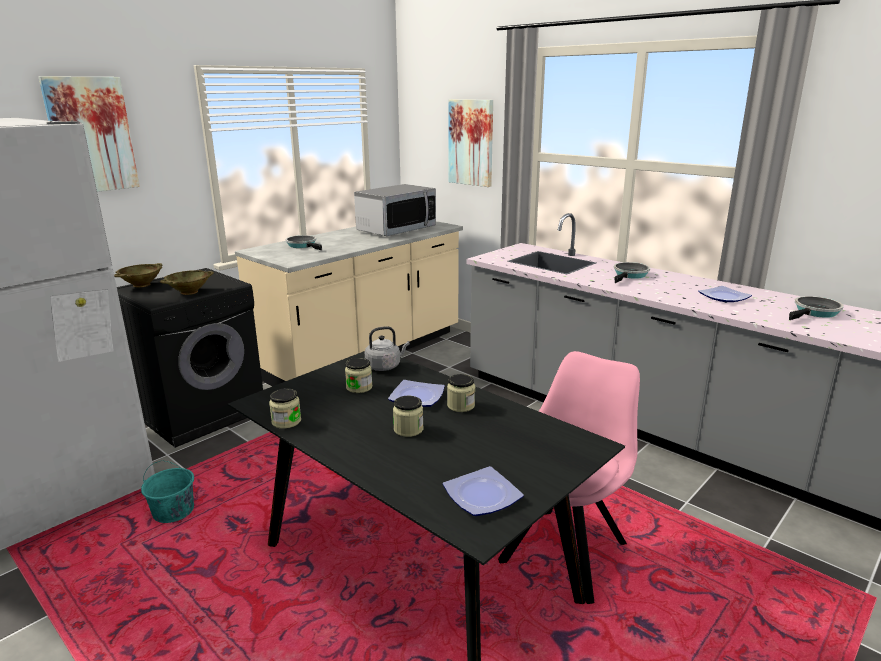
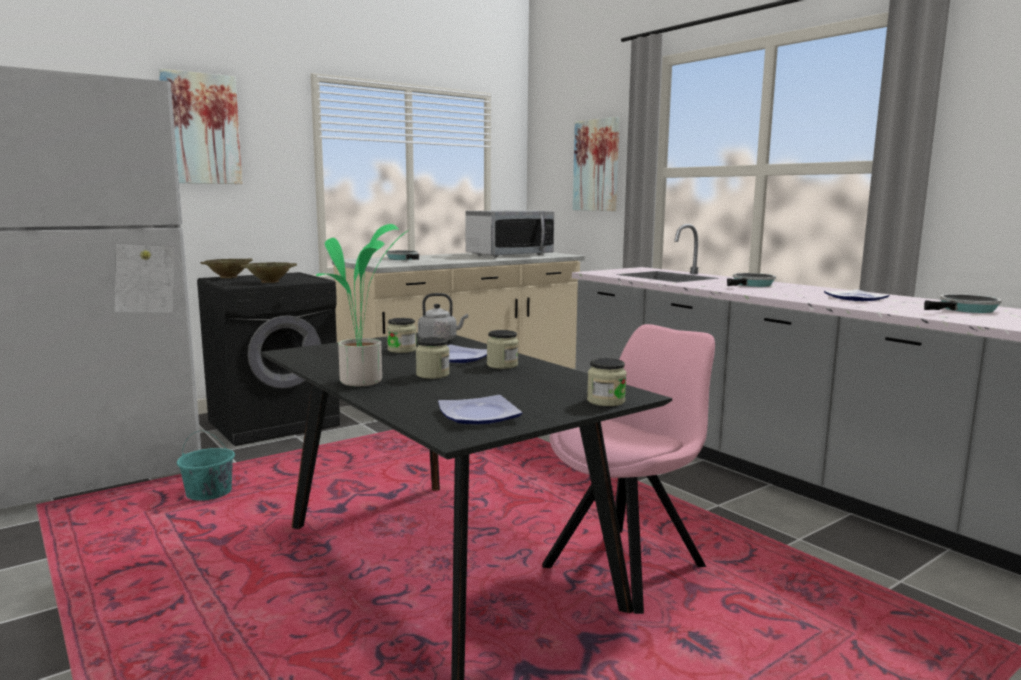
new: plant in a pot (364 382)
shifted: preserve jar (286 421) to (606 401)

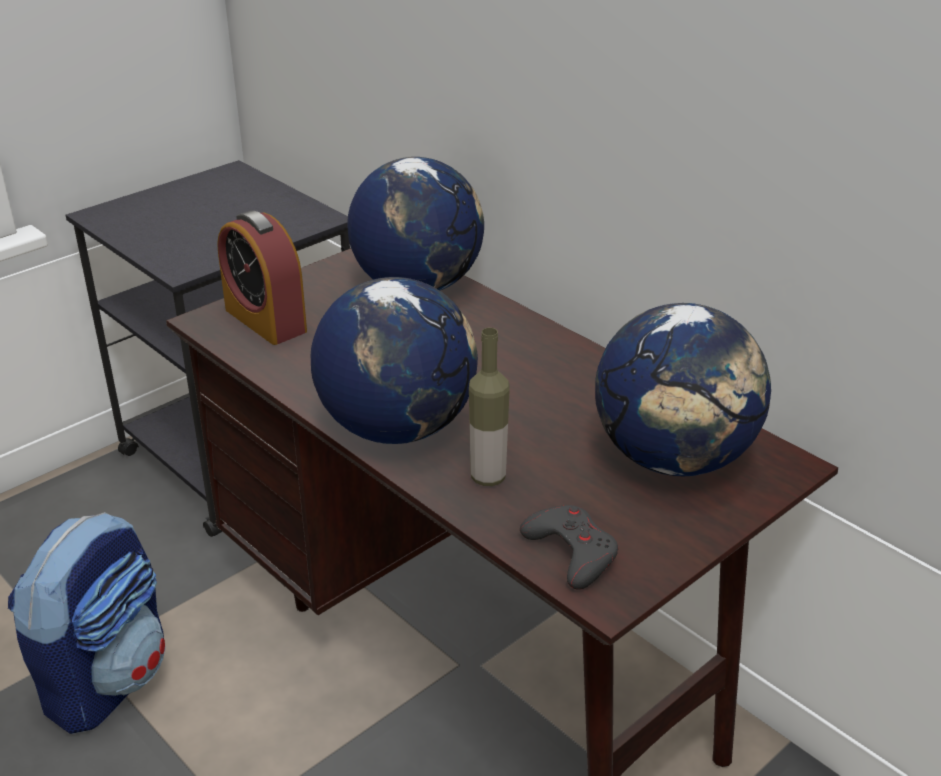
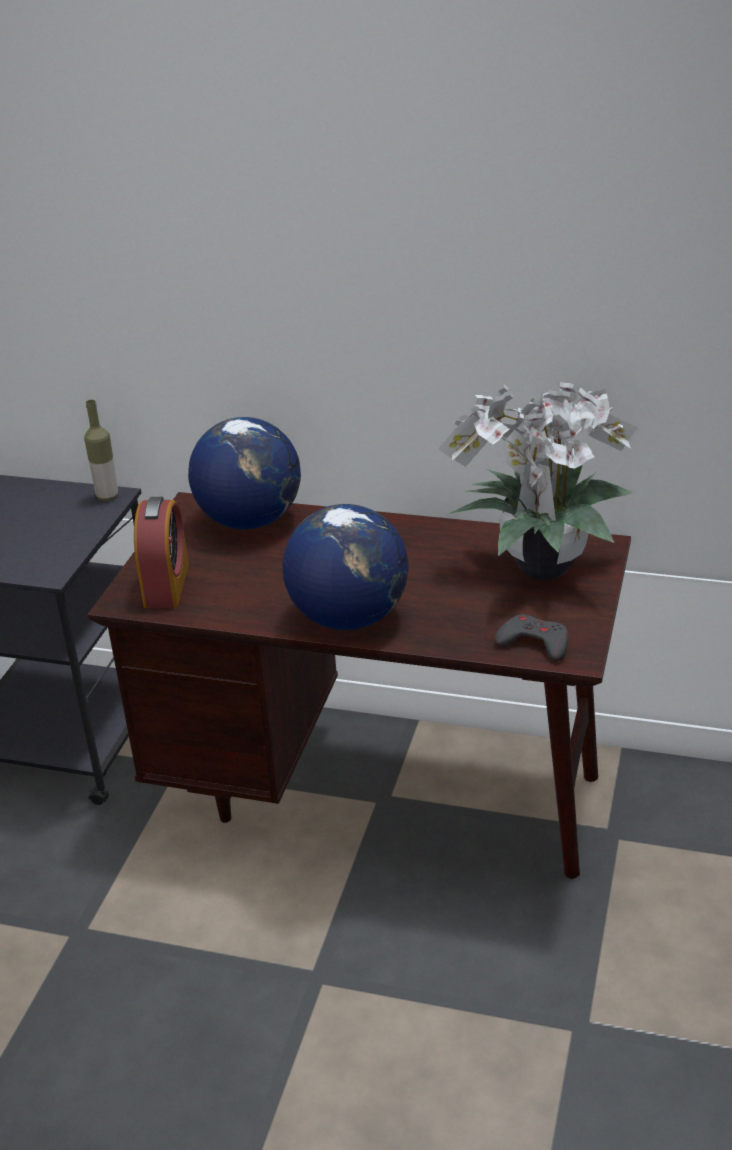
gone: knapsack (107 679)
shifted: beverage bottle (488 477) to (107 496)
swapped: world globe (674 459) to plant in a pot (537 567)
rotated: table clock (265 320) = (166 585) 105 degrees counterclockwise

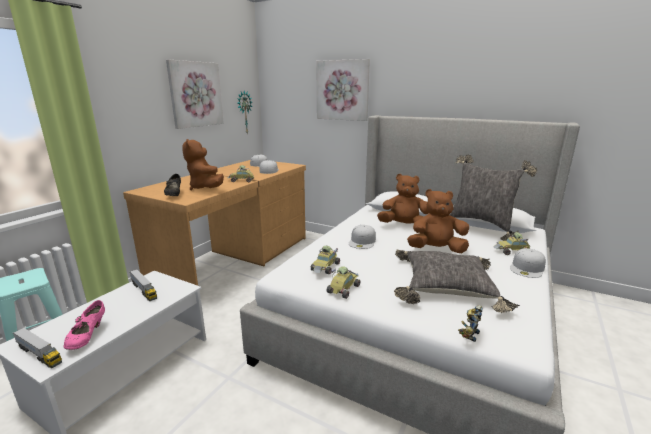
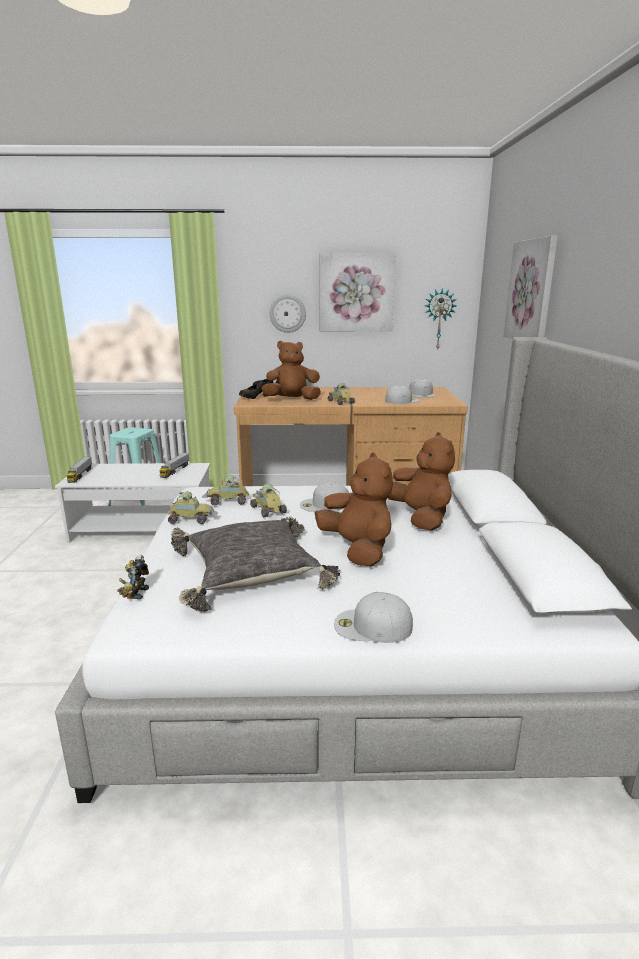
gone: throw pillow (480 231); pink-coloured item of footwear (88 337)
new: hanging clock (287 313)
shifted: model car (512 251) to (267 509)
rotated: brownish soft toy (206 188) = (292 400) 45 degrees clockwise; model robot (469 334) = (135 593) 90 degrees counterclockwise

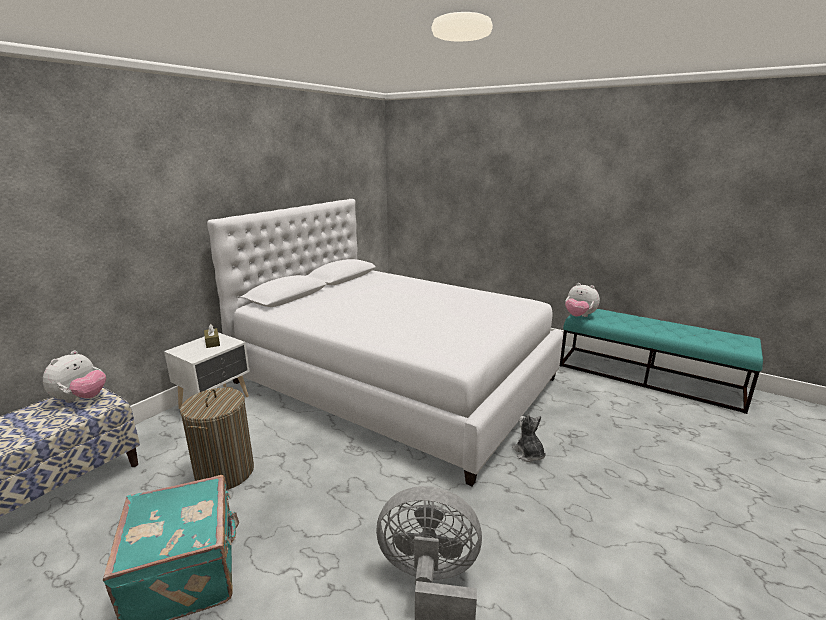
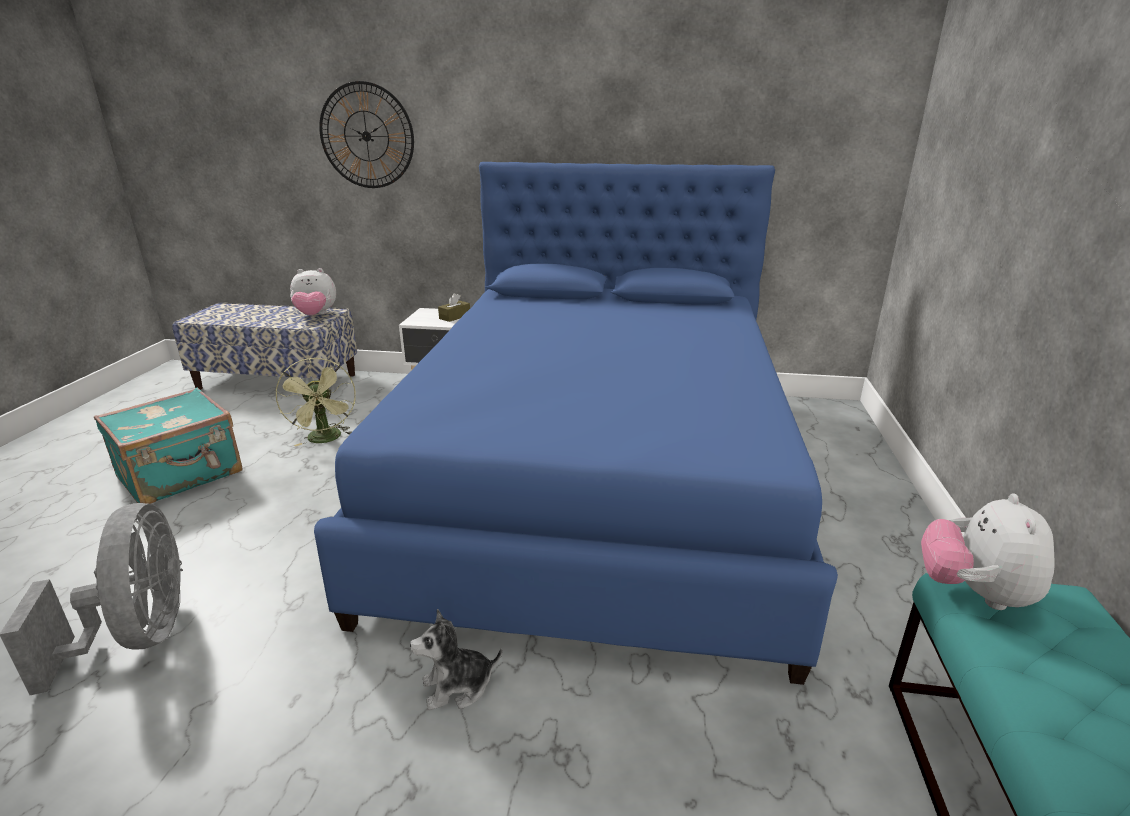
new: hanging clock (366 136)
swapped: hamper (225 472) to greenish fan (326 439)
repainted: white-coloured bed (394 380) to bluish bed (597 480)
rotated: soft toy (528 454) = (457 687) 150 degrees counterclockwise

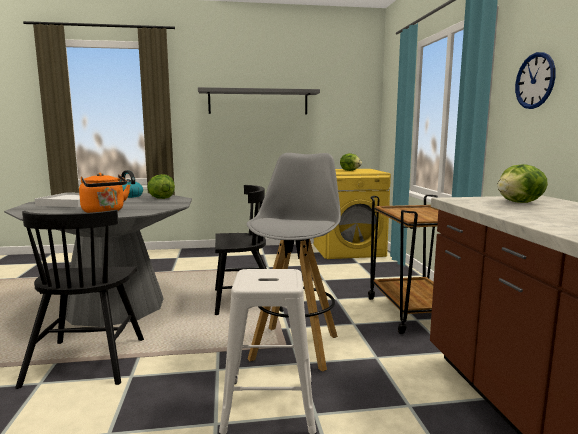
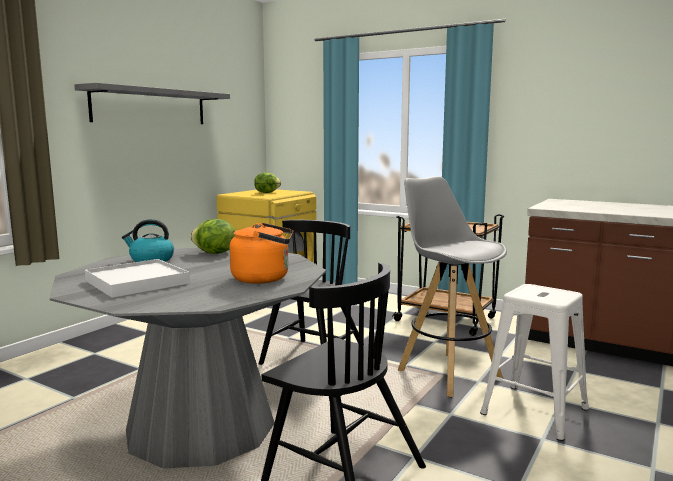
gone: hanging clock (535 81); lettuce (520 203)

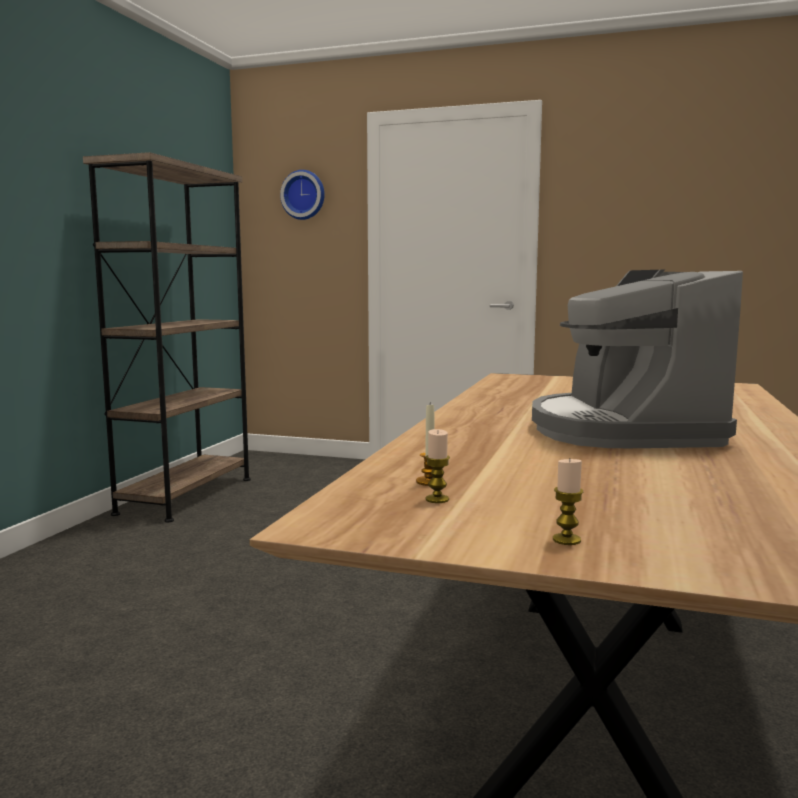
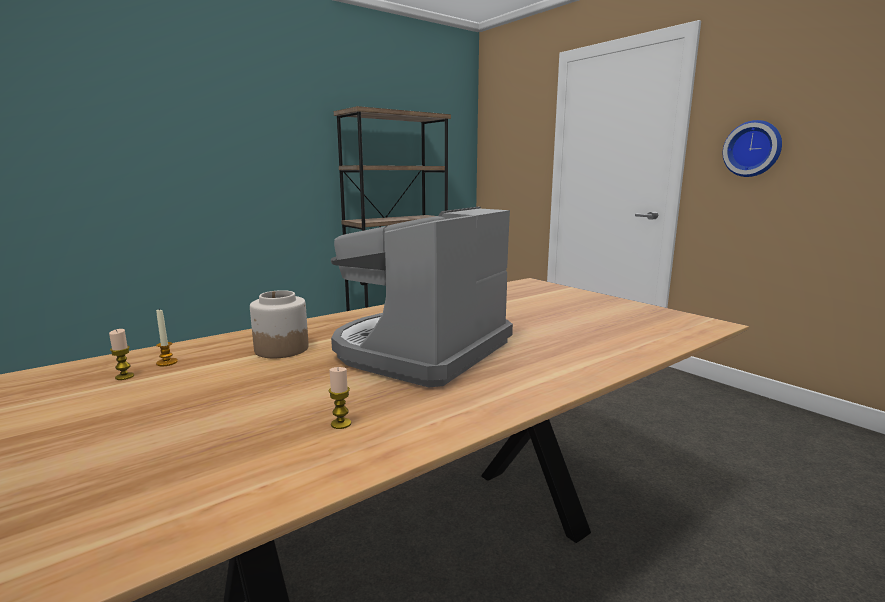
new: preserve jar (281 349)
shifted: hanging clock (304 195) to (753 149); wax candle (566 540) to (341 424)

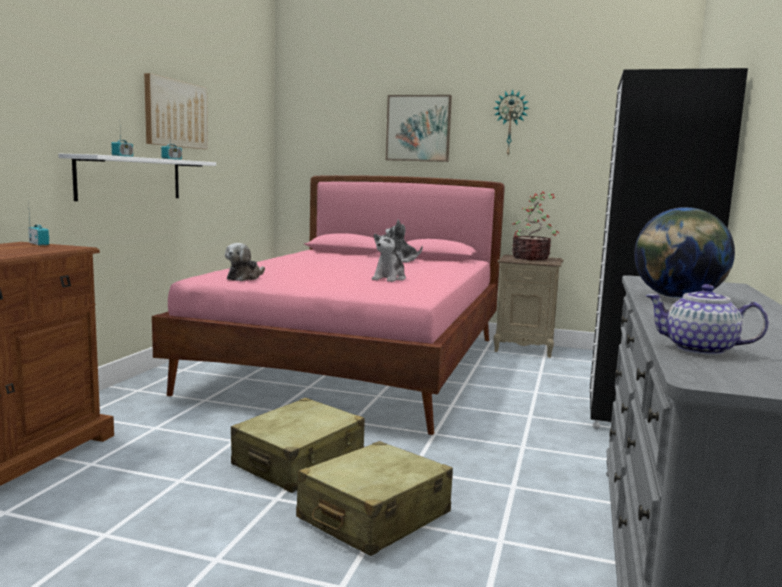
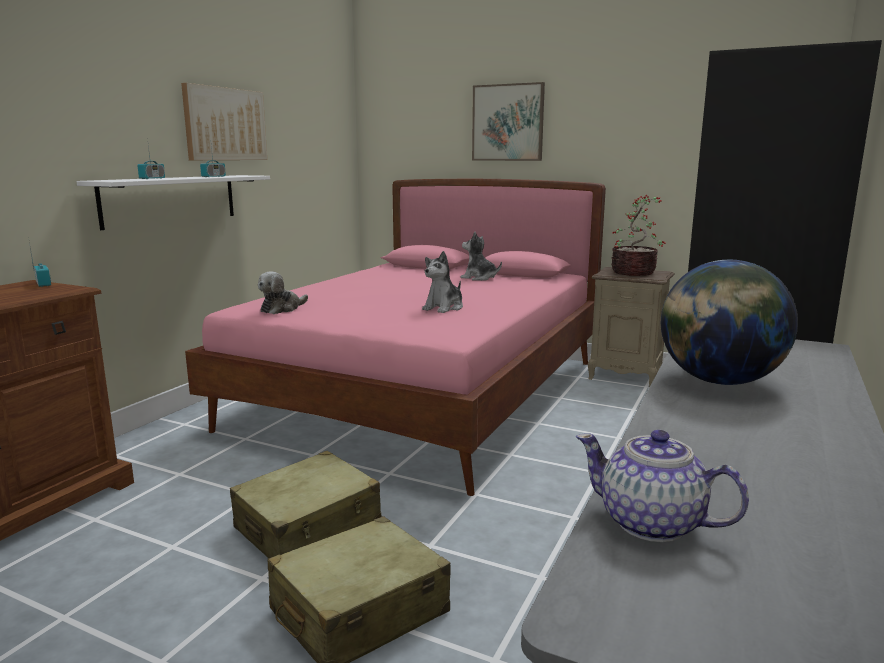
gone: hanging clock (510 123)

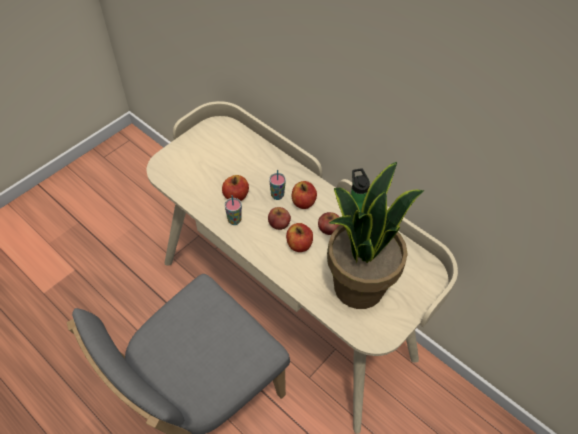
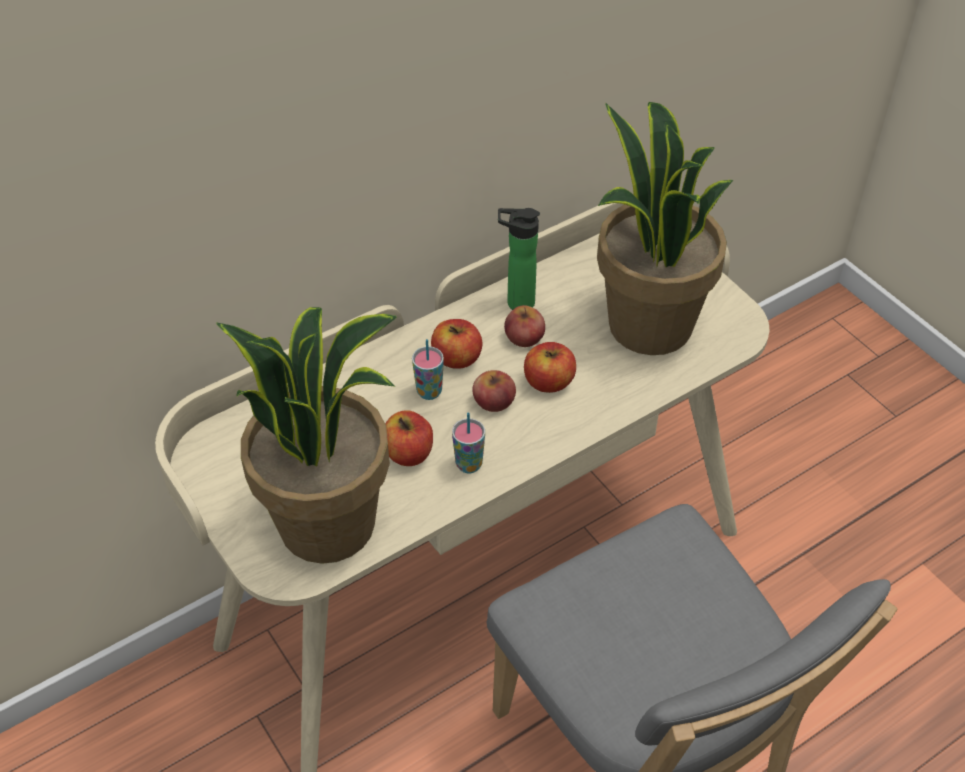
new: plant in a pot (328 522)

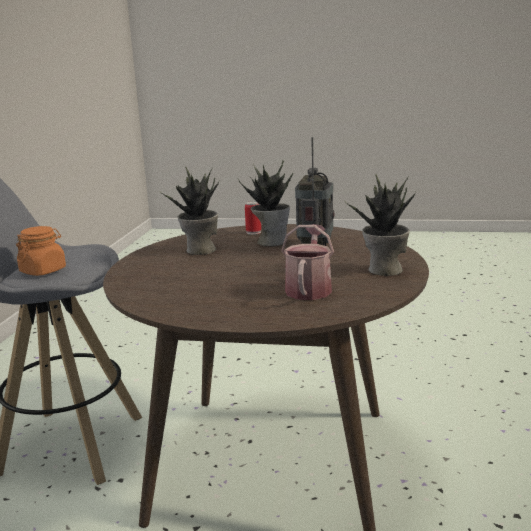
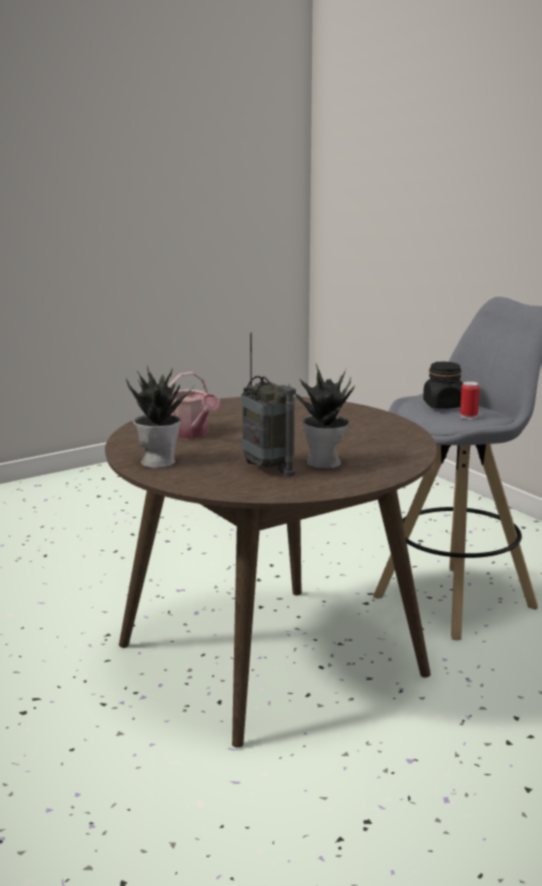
gone: plant in a pot (200 250)
shifted: sealed can (253 232) to (468 416)
repainted: orangey preserve jar (43 271) to black preserve jar (443 405)

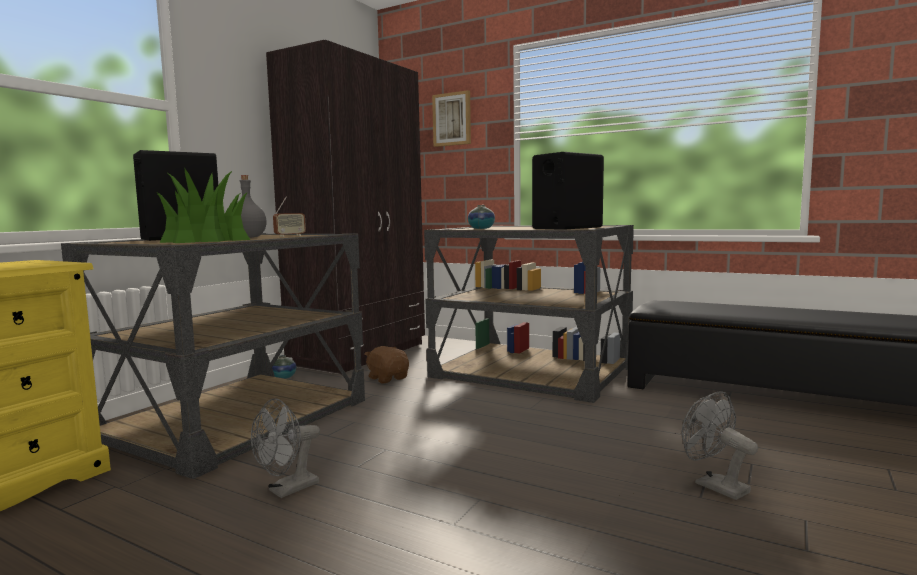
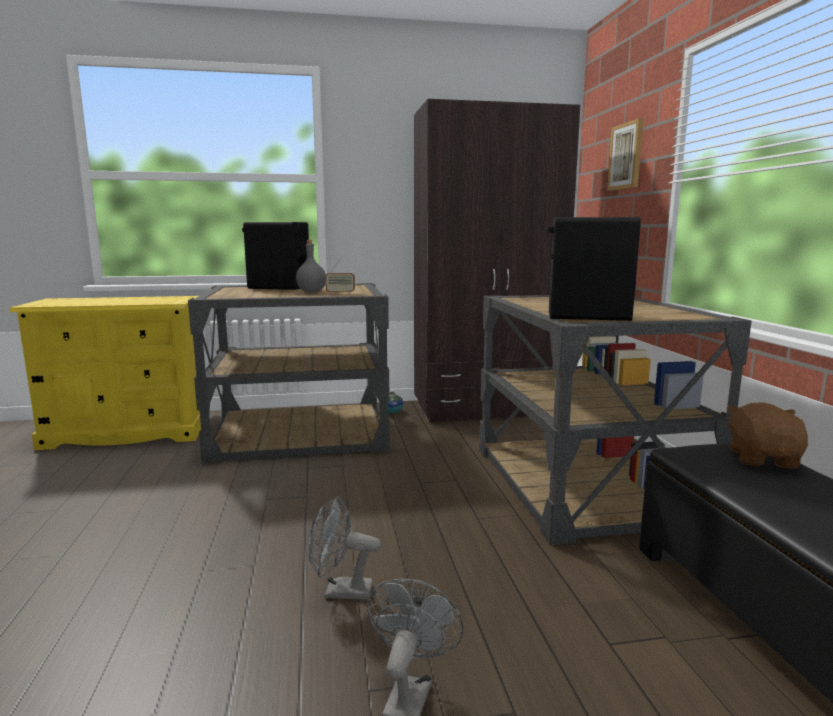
gone: plant in a pot (204 240); flower vase (481 228)
shifted: brownish soft toy (388 378) to (763 459); greyish fan (287 490) to (340 592)

